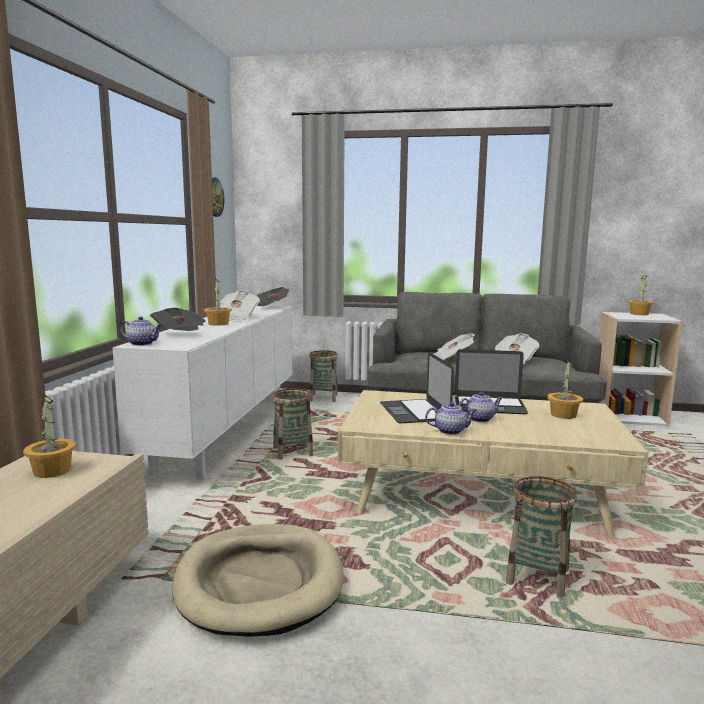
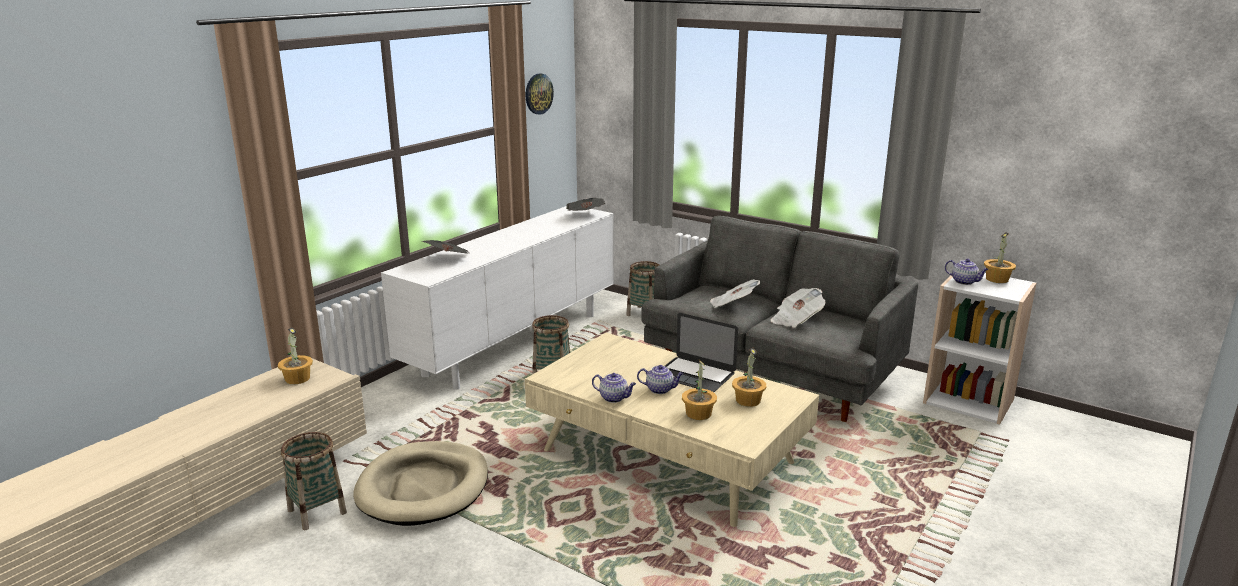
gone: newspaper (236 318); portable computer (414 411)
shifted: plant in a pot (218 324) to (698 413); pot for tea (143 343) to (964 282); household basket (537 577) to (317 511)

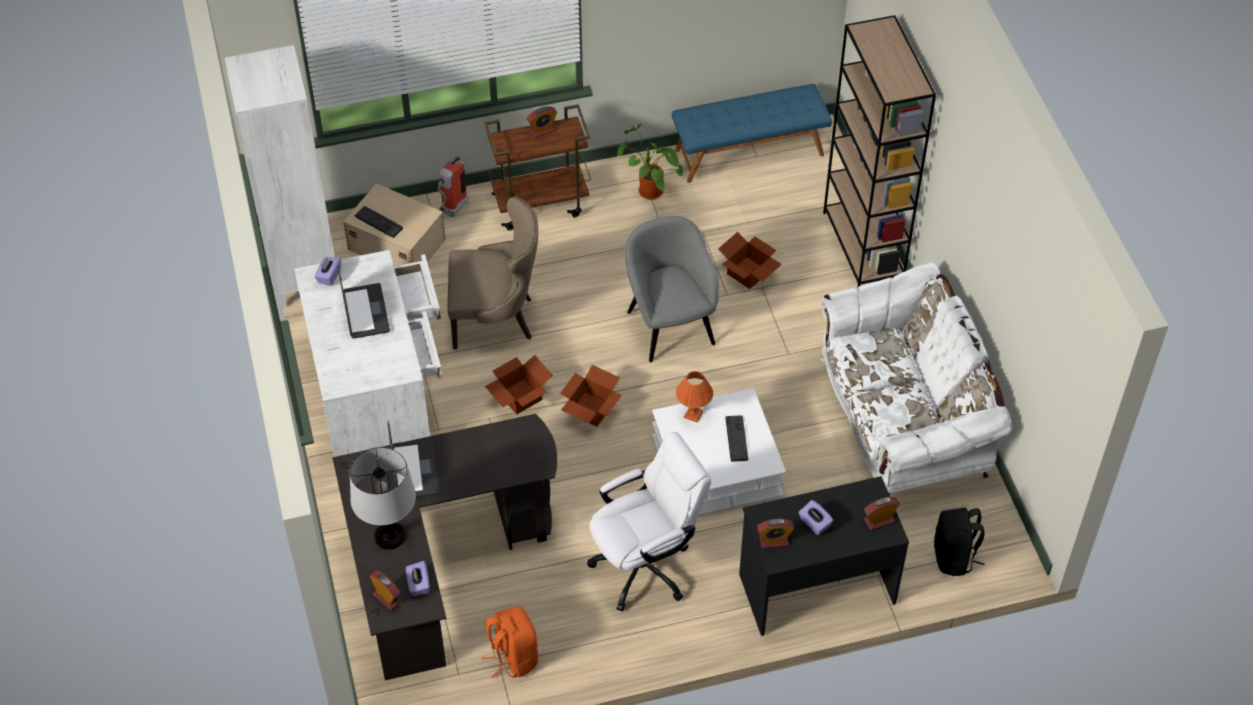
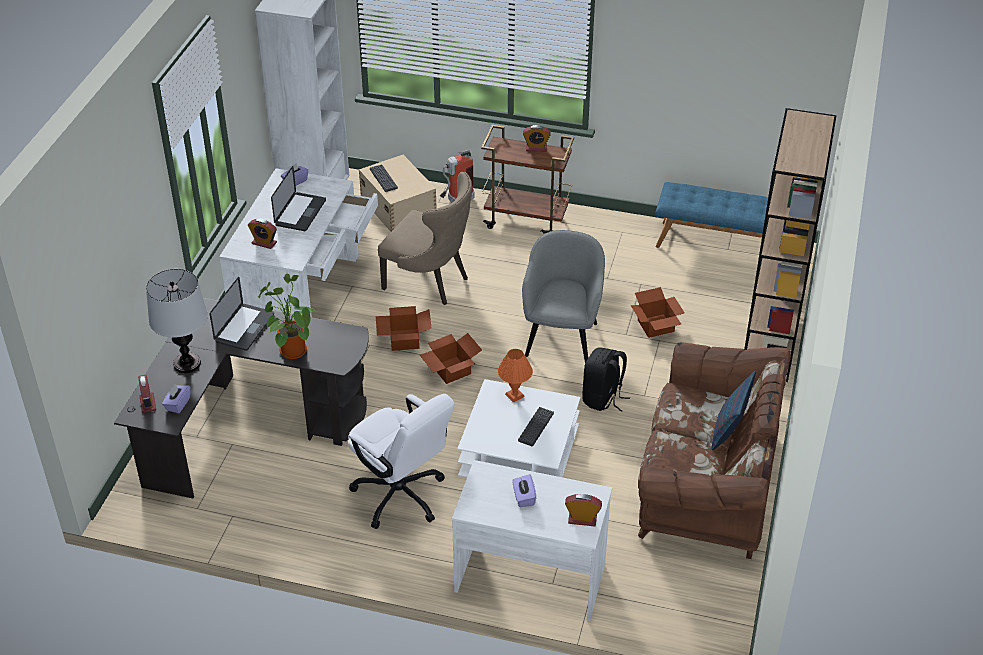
gone: orangey knapsack (512 657)
new: bluish throw pillow (729 431)
shifted: plant in a pot (647 191) to (290 349); black knapsack (954 557) to (603 398); table clock (774 541) to (264 243)
repainted: white-coloured settee (902 418) to brownish settee (707 482); black desk (816 587) to white-coloured desk (530 576)
rotated: white-coloured desk chair (646 567) = (402 498) 45 degrees clockwise

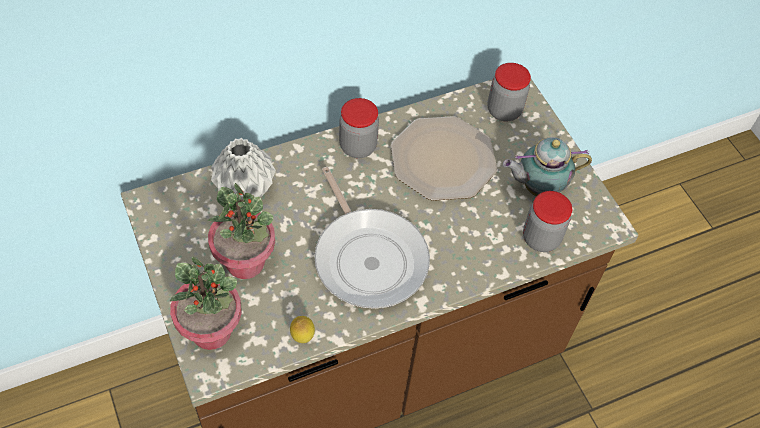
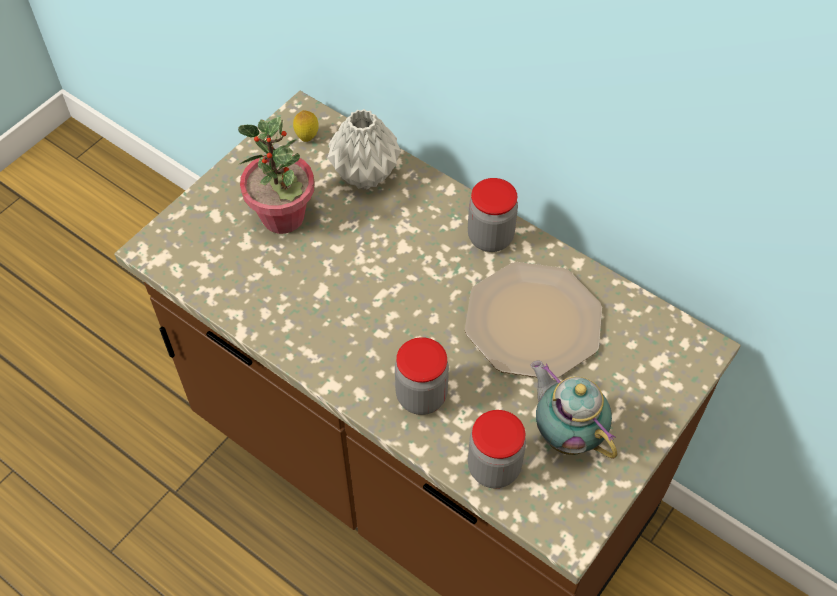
gone: frying pan (368 257); plant in a pot (212 331)
shifted: preserve jar (504 110) to (421 396); citrus fruit (302 337) to (307 137)

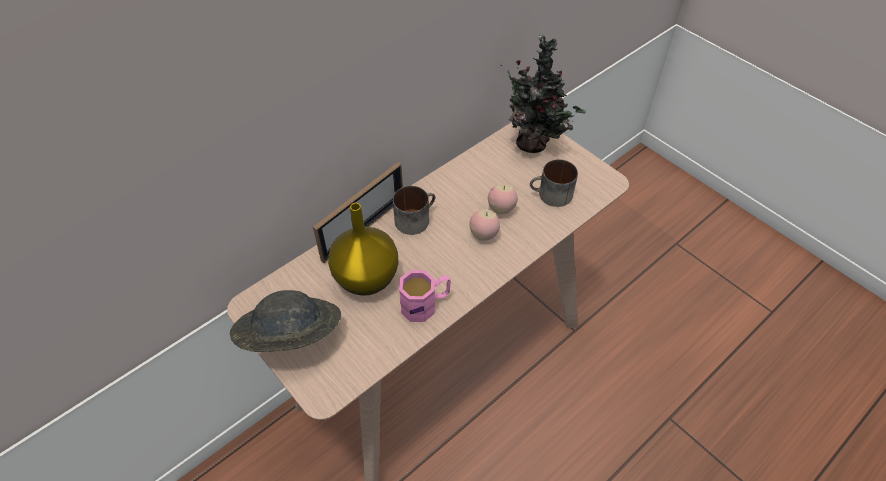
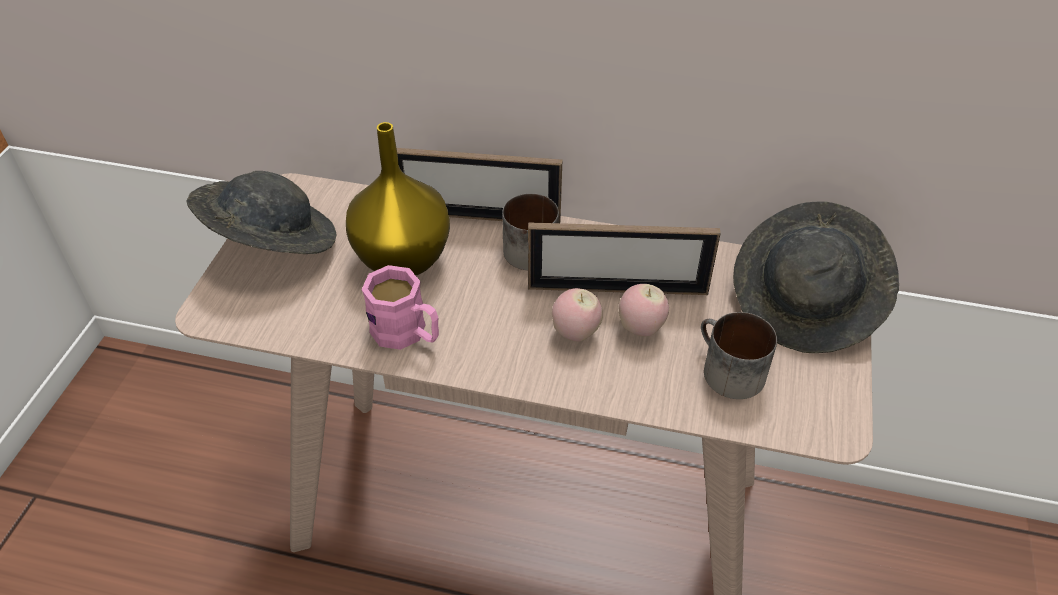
new: picture frame (617 289)
swapped: plant in a pot (535 144) to greyish hat (807 303)

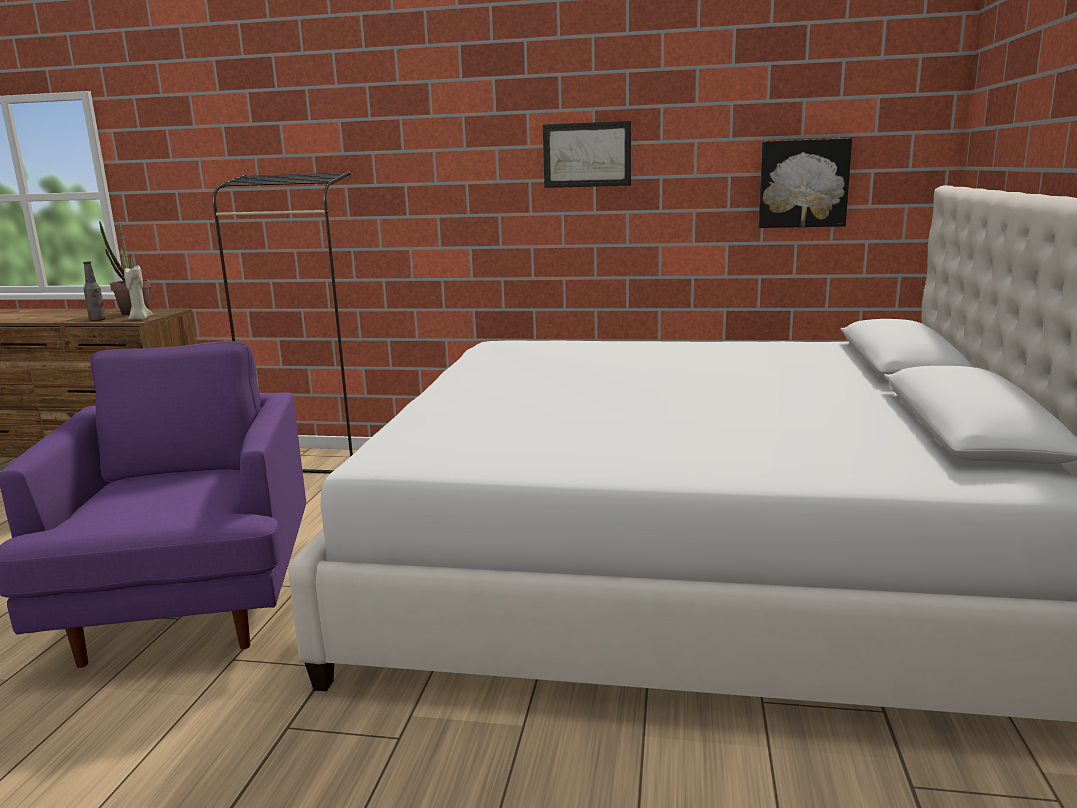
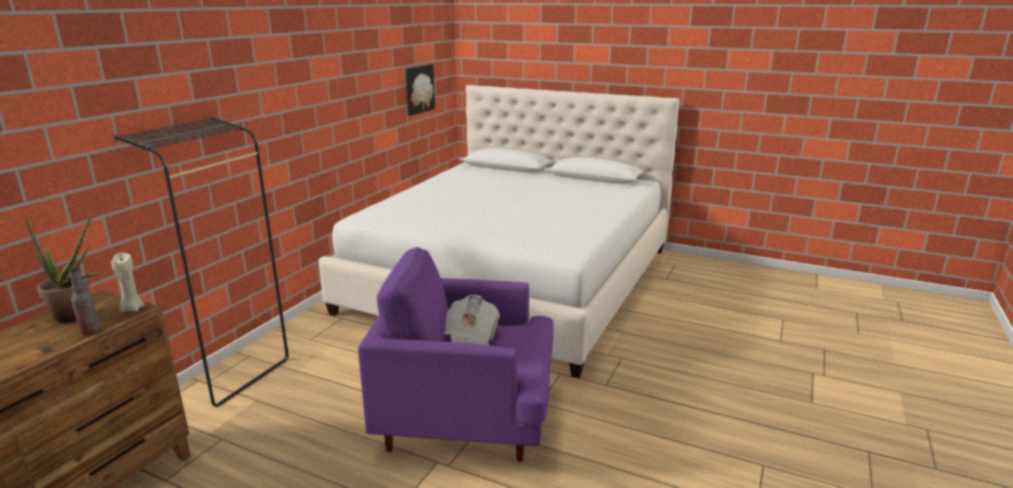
gone: wall picture (587 155)
new: newspaper (470 338)

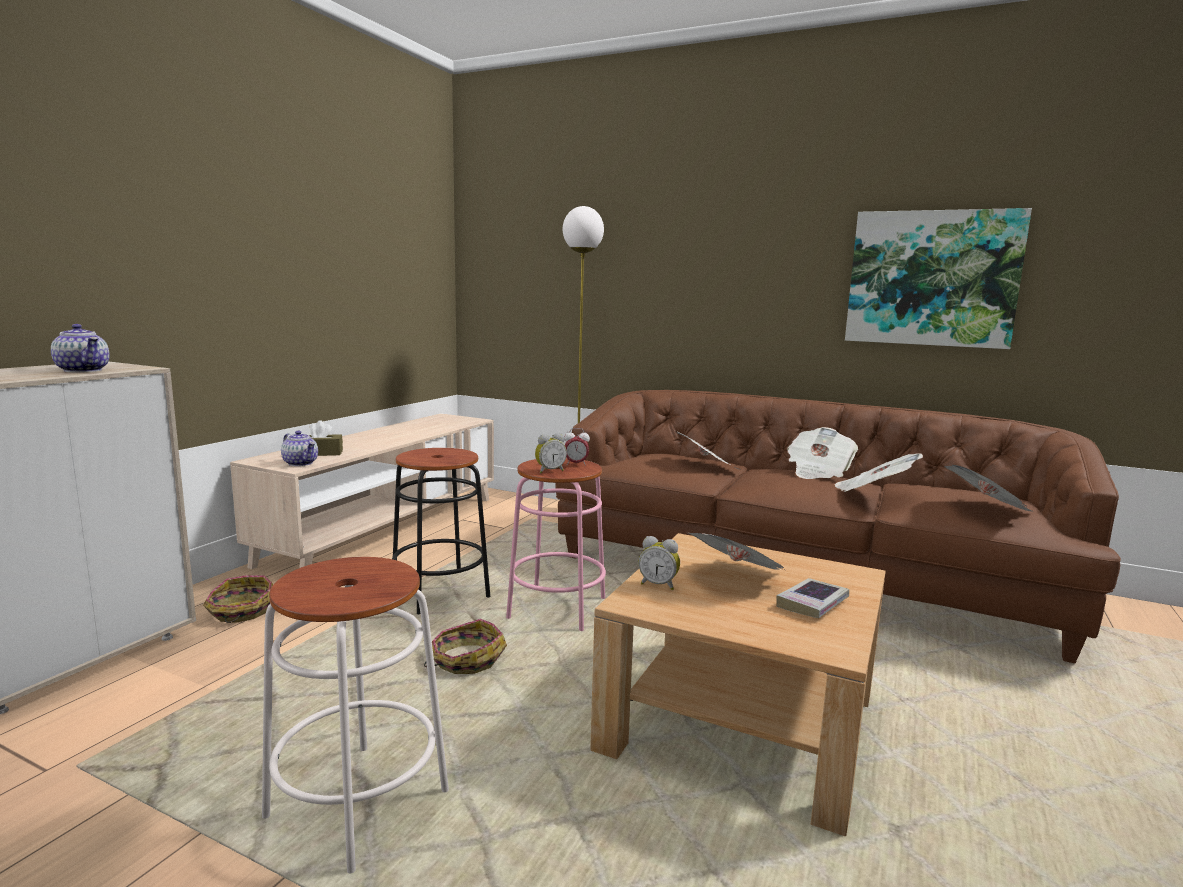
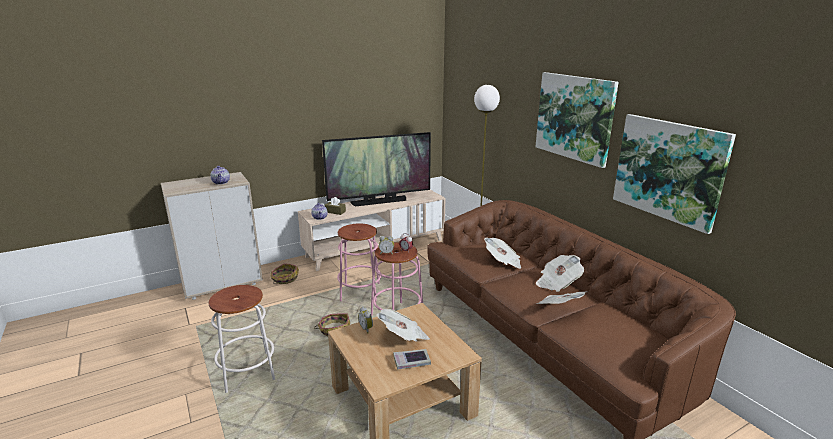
gone: newspaper (987 510)
new: wall picture (575 117); television (379 201)
repainted: black stool seat (440 592) to pink-coloured stool seat (360 292)

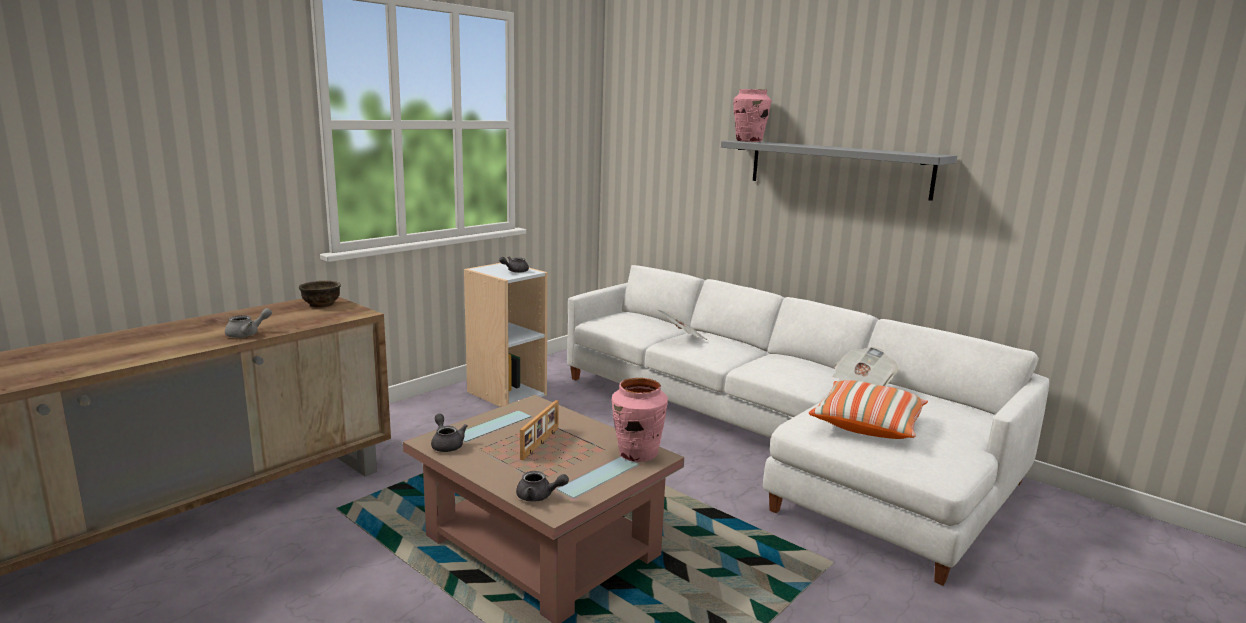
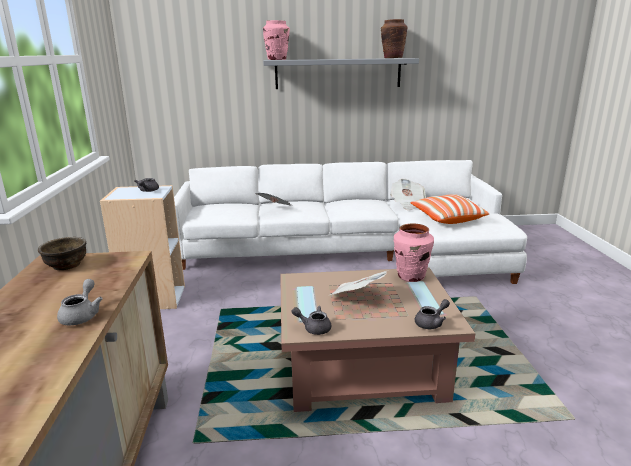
new: brownish flower vase (392 58)
swapped: picture frame (541 443) to newspaper (357 297)

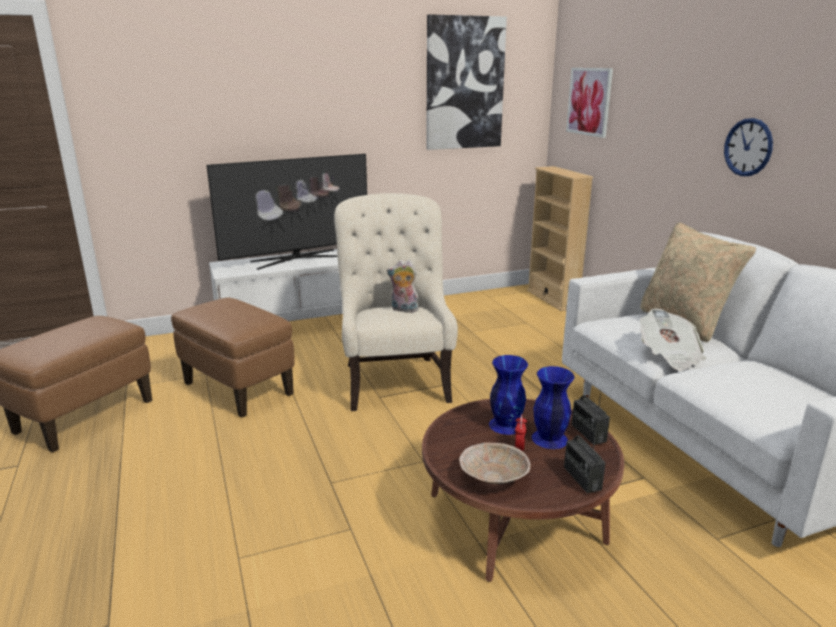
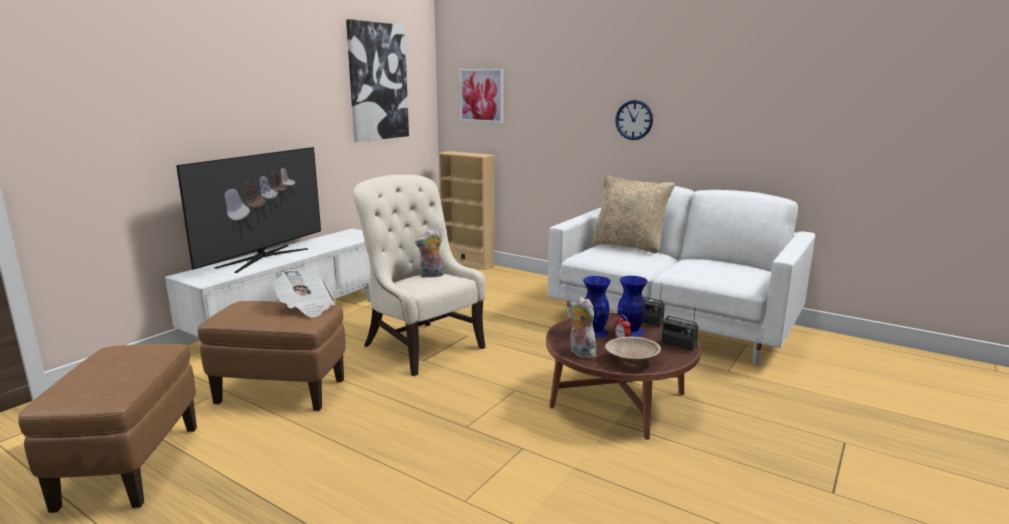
new: soft toy (580 353)
shifted: newspaper (669 355) to (306 308)

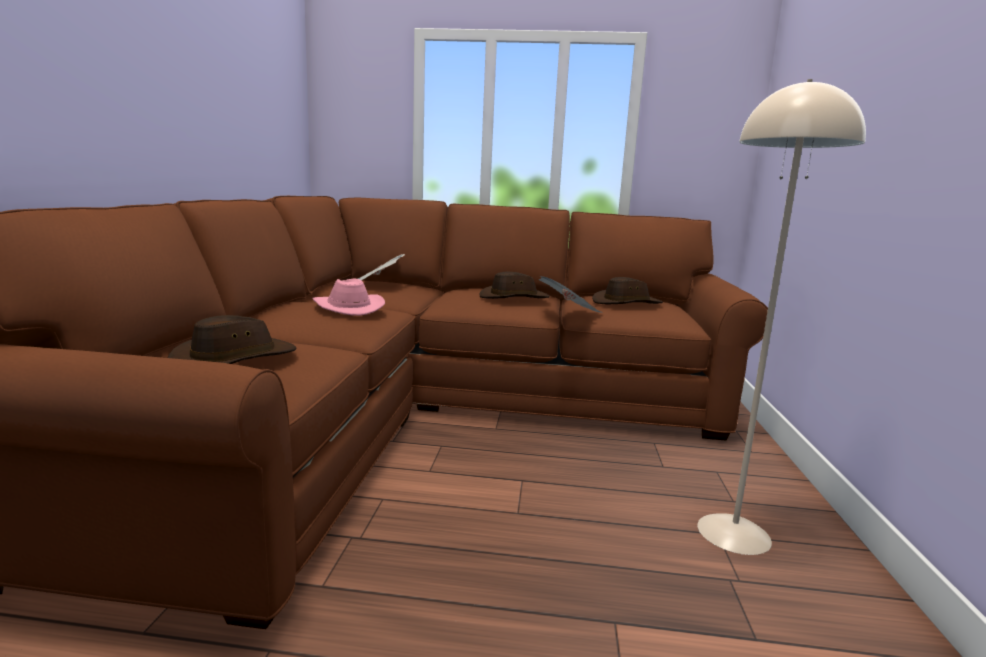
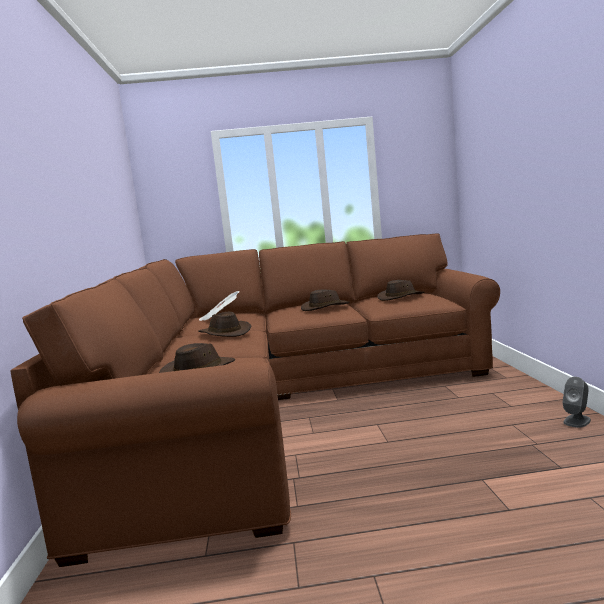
gone: beige floor lamp (734 533); newspaper (569 312)
new: greyish loudspeaker (577 421)
repainted: pink-coloured hat (347 308) to brownish hat (224 333)

